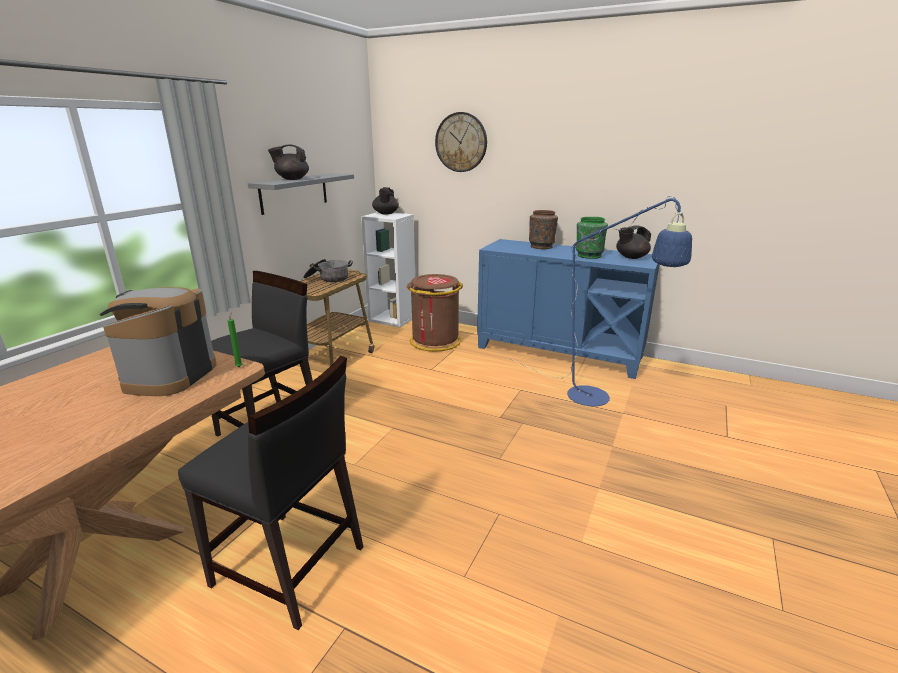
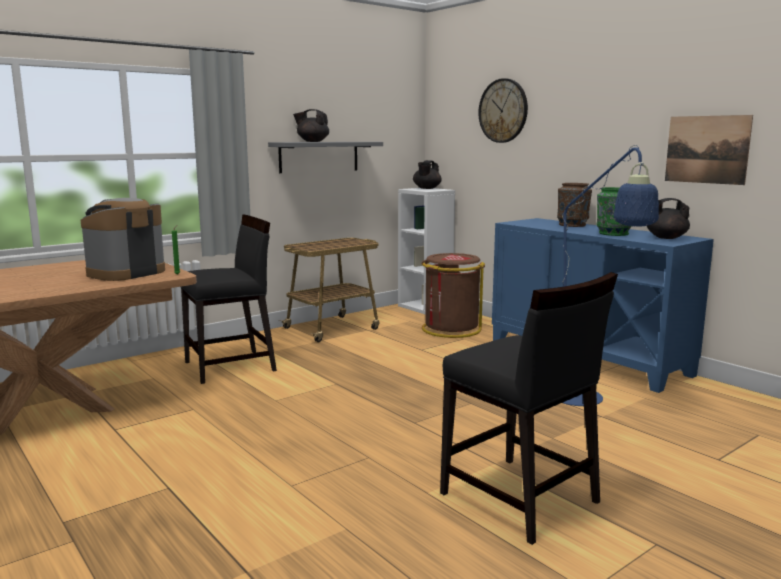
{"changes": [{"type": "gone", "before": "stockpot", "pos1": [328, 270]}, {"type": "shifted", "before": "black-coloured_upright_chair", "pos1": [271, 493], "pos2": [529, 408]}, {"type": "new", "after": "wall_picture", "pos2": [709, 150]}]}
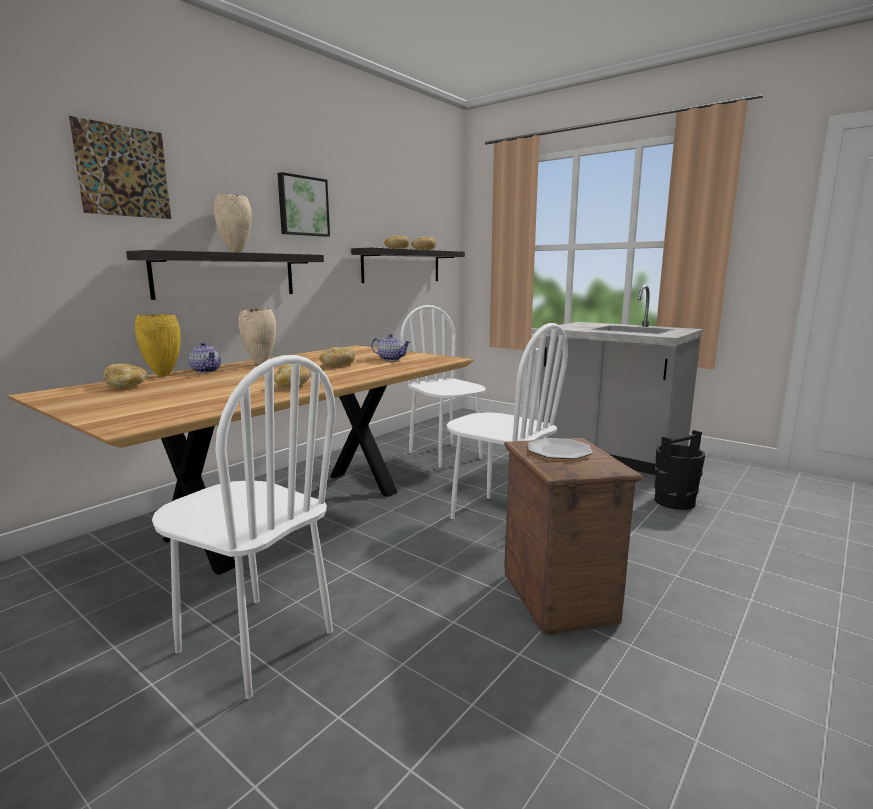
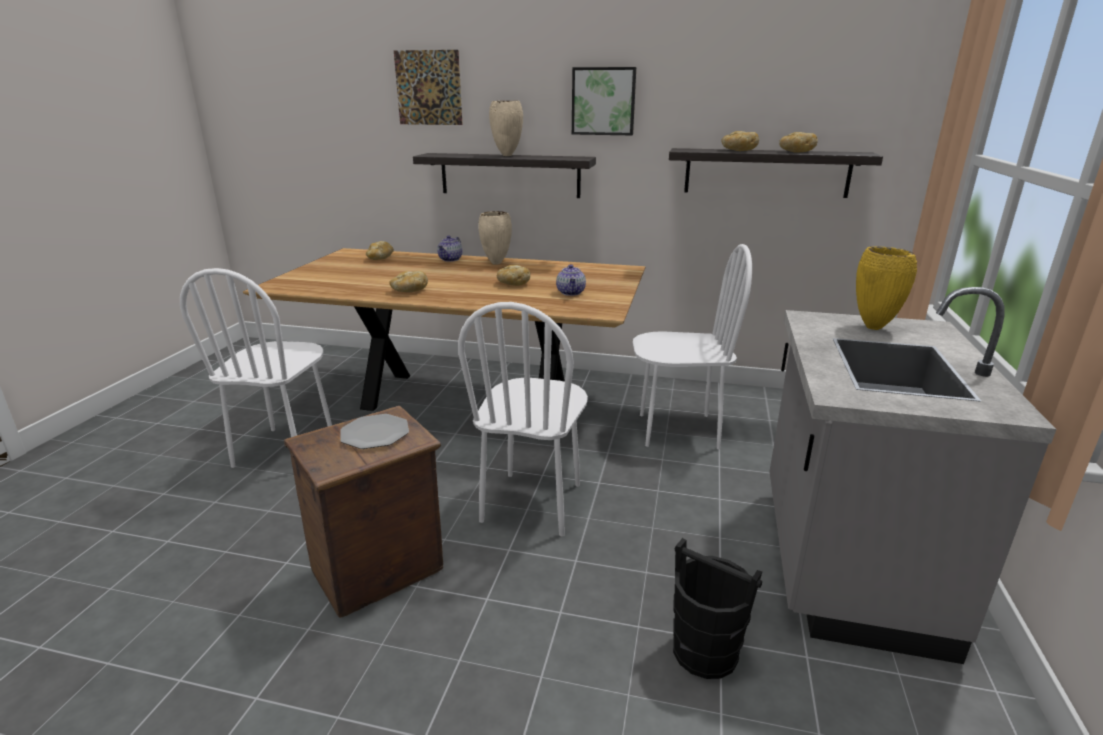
{"changes": [{"type": "rotated", "before": "white-coloured_upright_chair", "pos1": [443, 386], "pos2": [692, 346], "turn": 60}, {"type": "shifted", "before": "yellow_vase", "pos1": [158, 345], "pos2": [886, 288]}]}
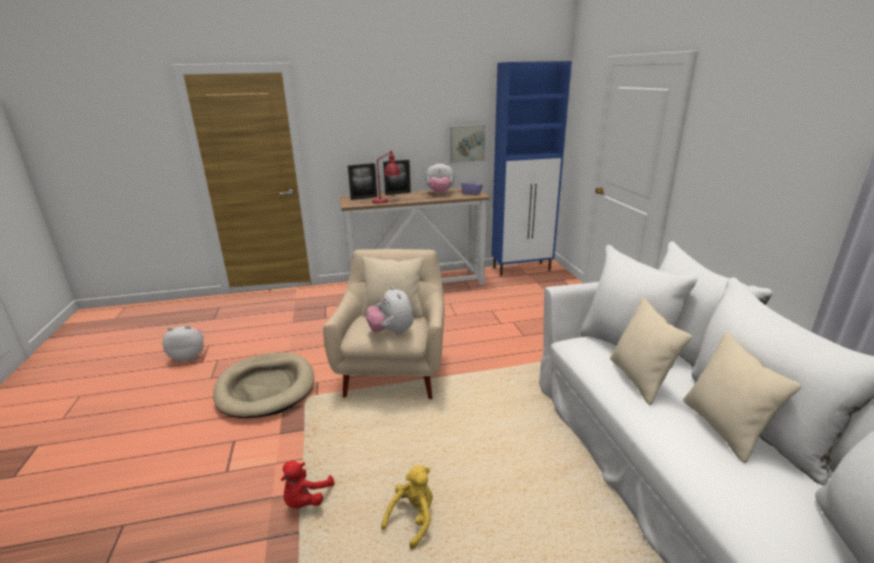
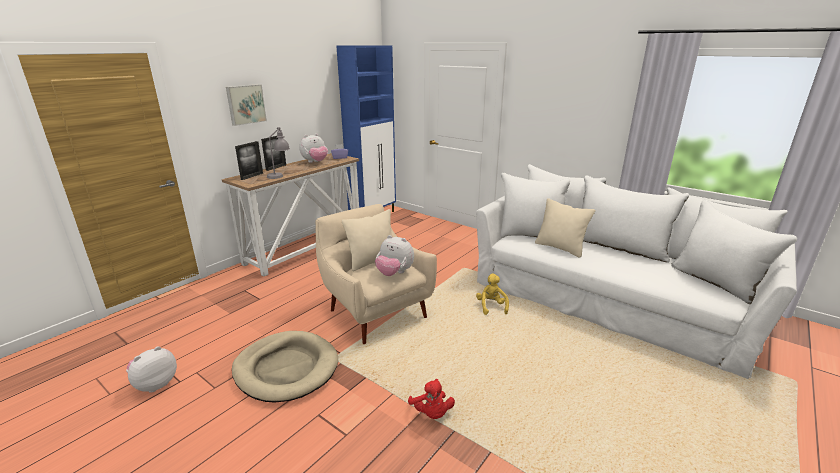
{"changes": [{"type": "shifted", "before": "wall_picture", "pos1": [467, 144], "pos2": [246, 105]}, {"type": "repainted", "before": "reddish_tabletop_lamp", "after": "greyish_tabletop_lamp", "pos1": [386, 177], "pos2": [278, 153]}, {"type": "gone", "before": "sand-coloured_cushion", "pos1": [742, 397]}, {"type": "shifted", "before": "yellow_soft_toy", "pos1": [407, 507], "pos2": [492, 294]}]}
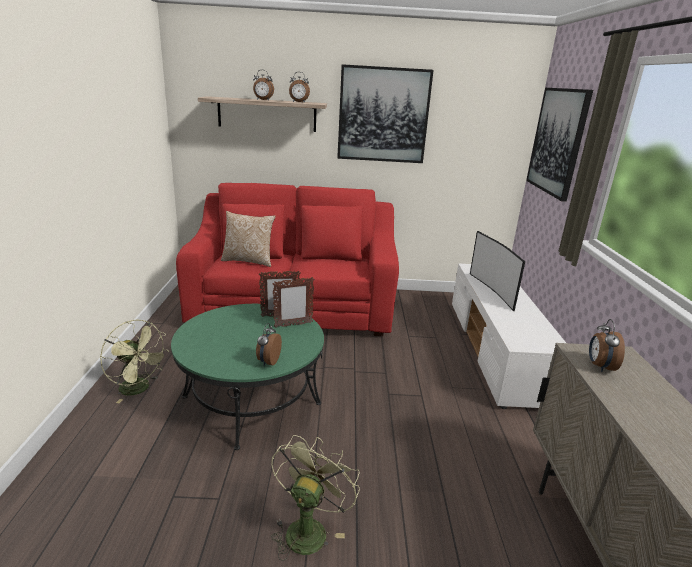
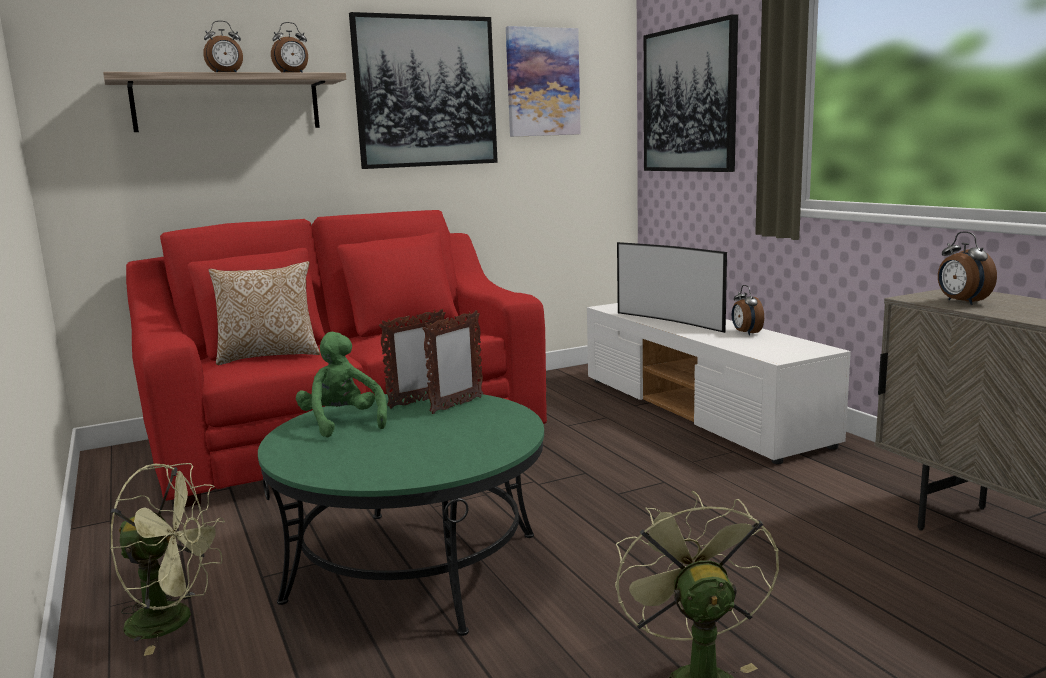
{"changes": [{"type": "shifted", "before": "alarm_clock", "pos1": [269, 344], "pos2": [748, 310]}, {"type": "new", "after": "wall_picture", "pos2": [543, 81]}, {"type": "new", "after": "green_soft_toy", "pos2": [341, 385]}]}
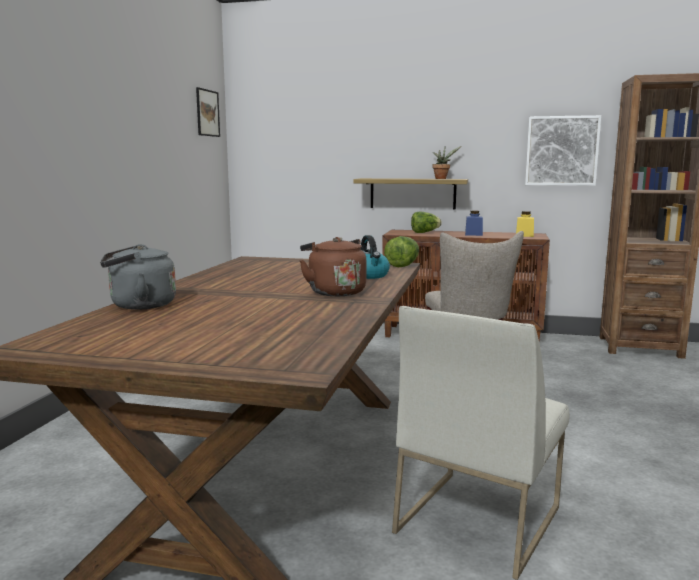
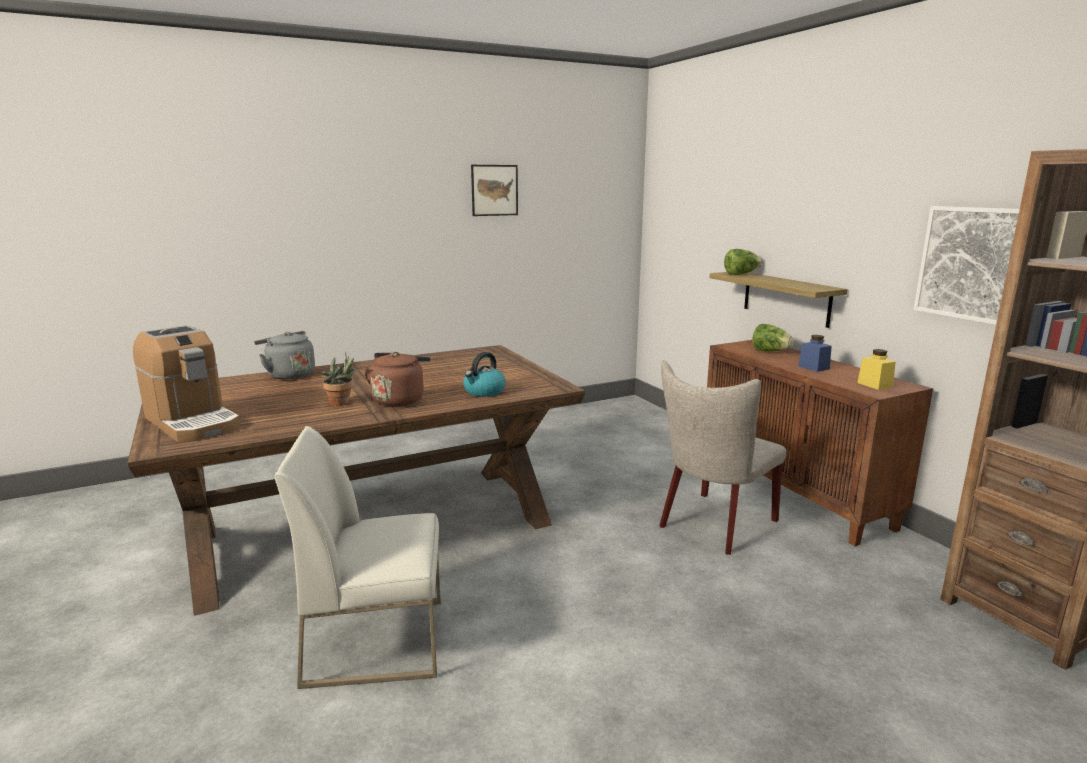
{"changes": [{"type": "shifted", "before": "wall_picture", "pos1": [208, 112], "pos2": [494, 190]}, {"type": "shifted", "before": "potted_plant", "pos1": [447, 162], "pos2": [339, 379]}, {"type": "shifted", "before": "lettuce_head", "pos1": [401, 251], "pos2": [743, 262]}, {"type": "new", "after": "coffee_brewer", "pos2": [187, 383]}]}
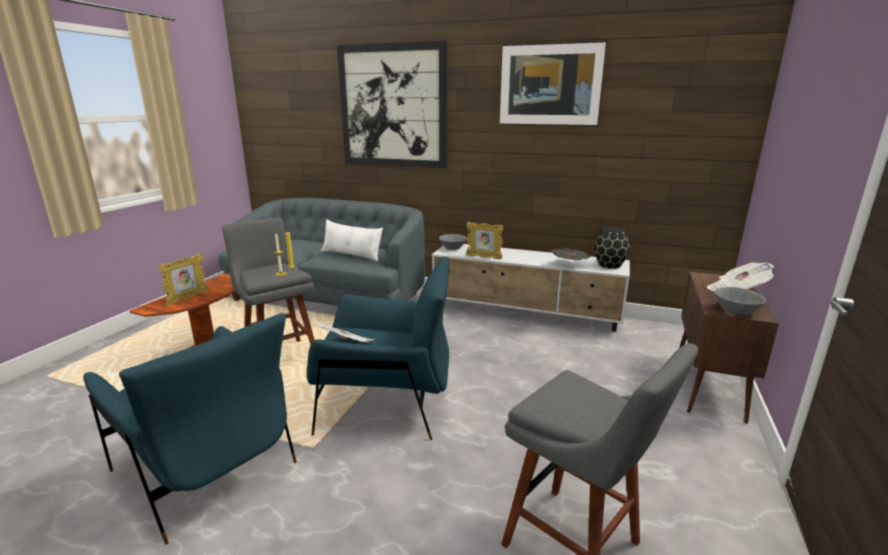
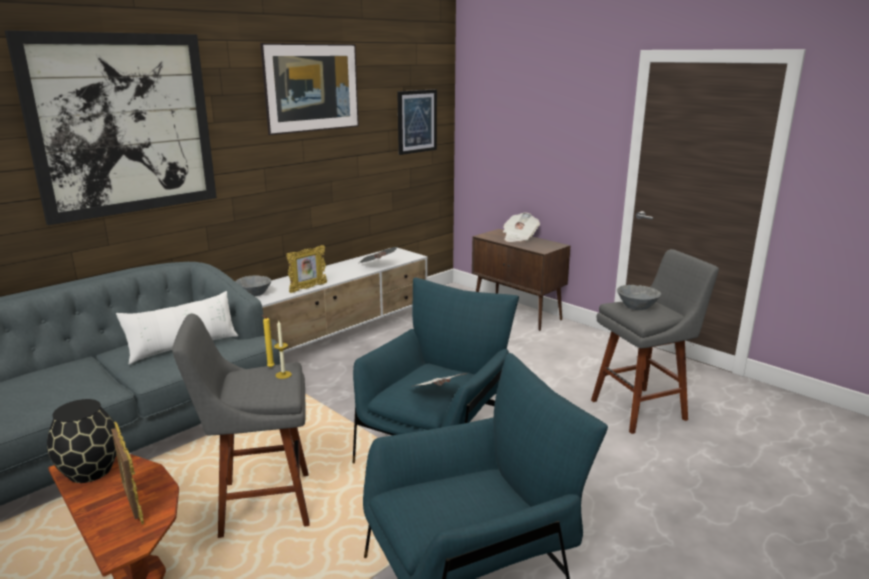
{"changes": [{"type": "shifted", "before": "black-coloured_vase", "pos1": [612, 247], "pos2": [82, 441]}, {"type": "shifted", "before": "greyish_deep_dish", "pos1": [740, 301], "pos2": [639, 297]}, {"type": "new", "after": "wall_picture", "pos2": [417, 122]}]}
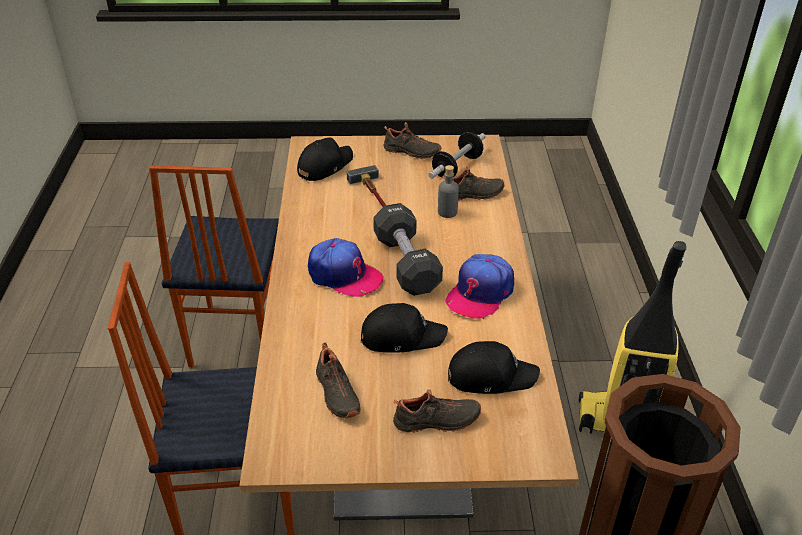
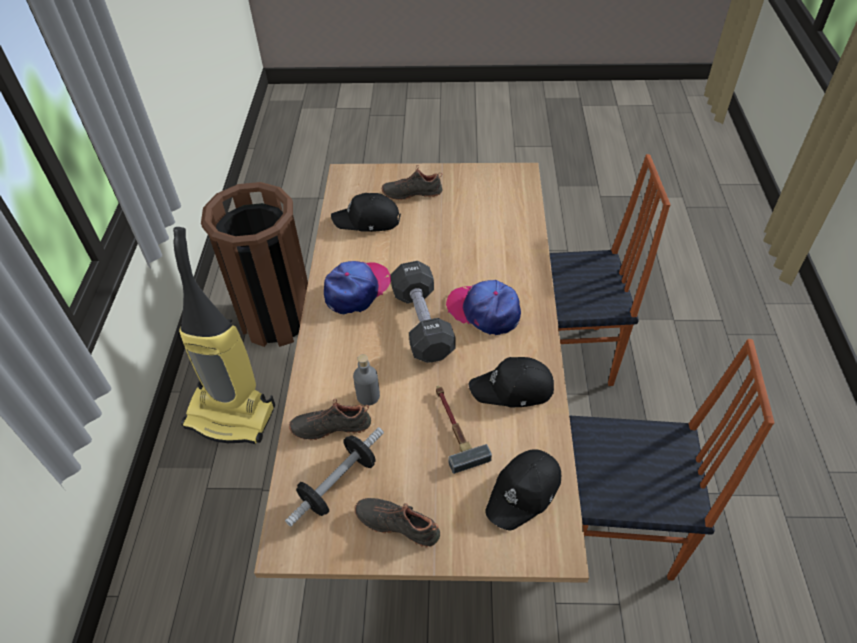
{"changes": [{"type": "rotated", "before": "upright_chair", "pos1": [214, 266], "pos2": [672, 459], "turn": 90}, {"type": "shifted", "before": "black-coloured_peaked_cap", "pos1": [404, 328], "pos2": [511, 382]}, {"type": "gone", "before": "black-coloured_shoe", "pos1": [338, 380]}]}
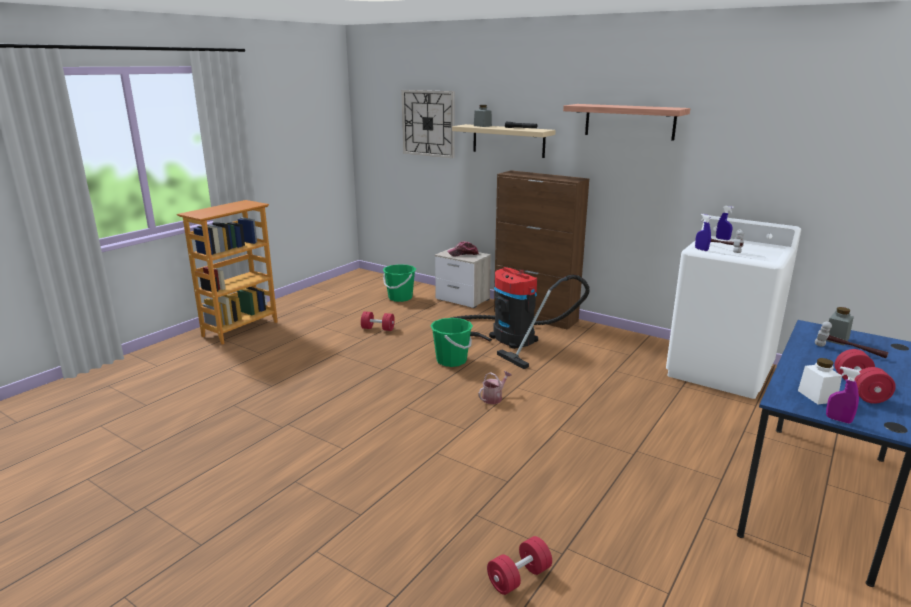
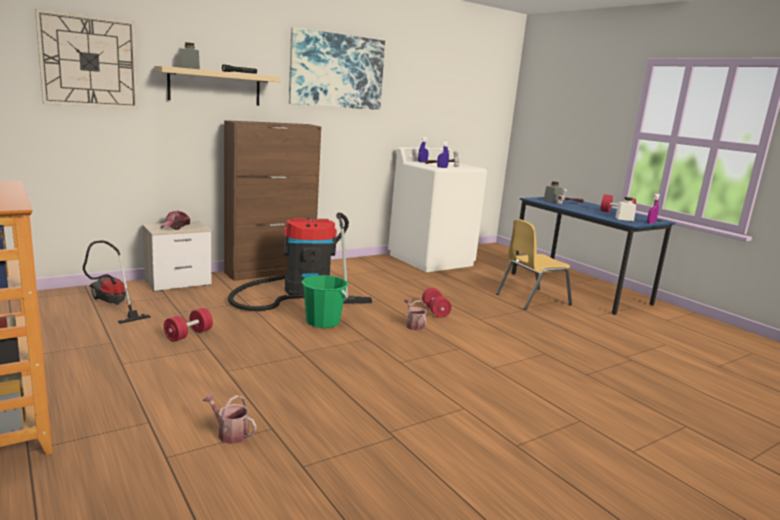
{"changes": [{"type": "swapped", "before": "shelf", "after": "wall_picture", "pos1": [626, 122], "pos2": [337, 68]}, {"type": "swapped", "before": "green_water_bucket", "after": "hoover", "pos1": [399, 283], "pos2": [117, 282]}, {"type": "shifted", "before": "reddish_dumbbell", "pos1": [519, 565], "pos2": [437, 303]}, {"type": "new", "after": "yellow_upright_chair", "pos2": [534, 264]}, {"type": "new", "after": "watering_can", "pos2": [229, 418]}]}
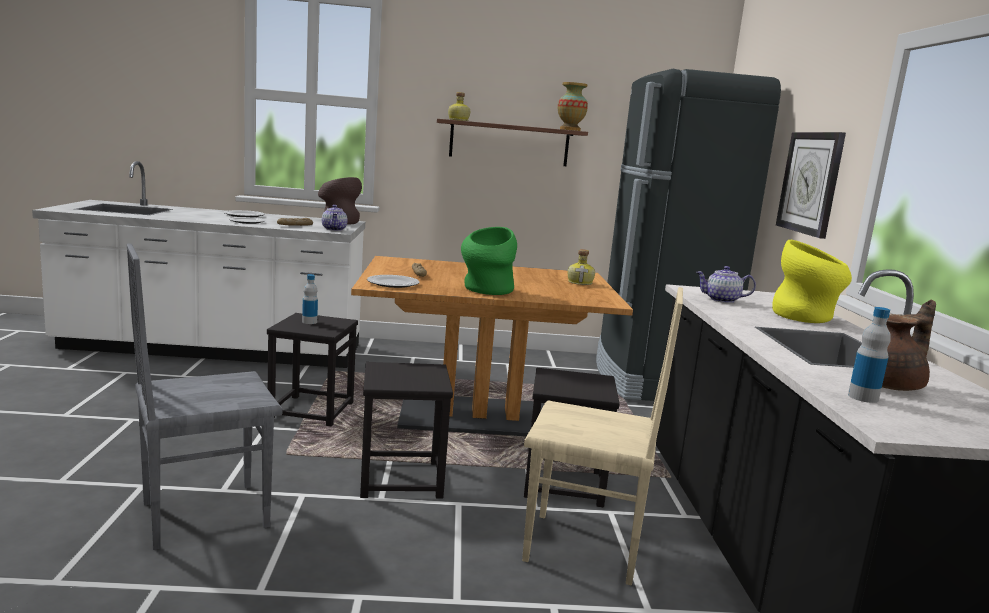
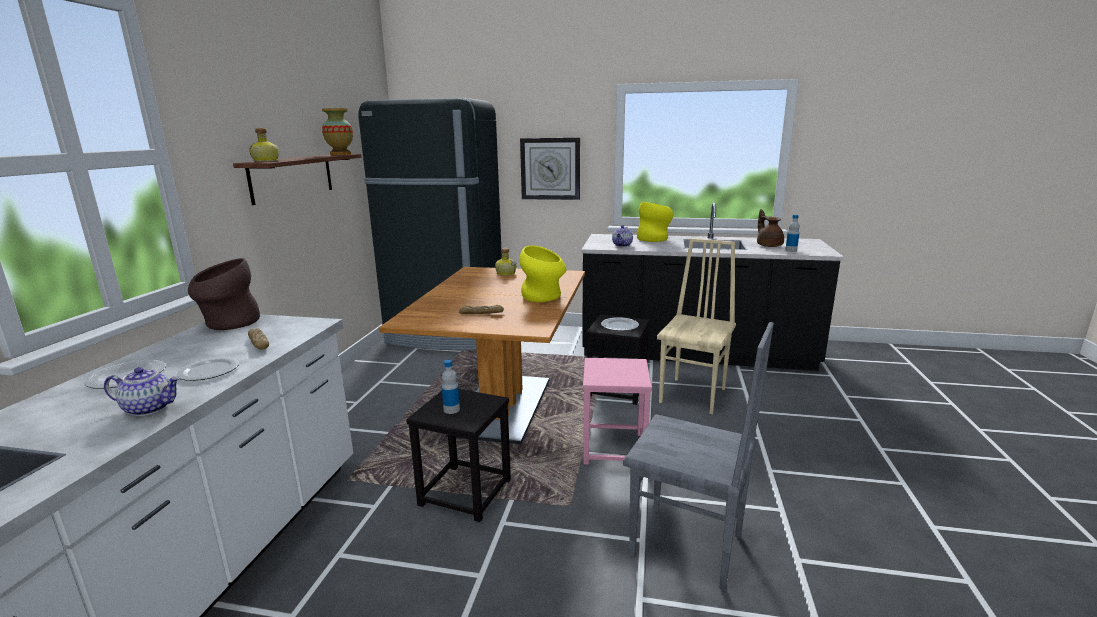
{"changes": [{"type": "shifted", "before": "tea_pot", "pos1": [335, 218], "pos2": [142, 391]}, {"type": "repainted", "before": "green_vase", "after": "yellow_vase", "pos1": [489, 261], "pos2": [543, 273]}, {"type": "rotated", "before": "greyish_upright_chair", "pos1": [204, 396], "pos2": [698, 456], "turn": -45}, {"type": "shifted", "before": "flat_dish", "pos1": [393, 281], "pos2": [620, 324]}, {"type": "repainted", "before": "black-coloured_stool", "after": "pink-coloured_stool", "pos1": [406, 430], "pos2": [617, 411]}]}
